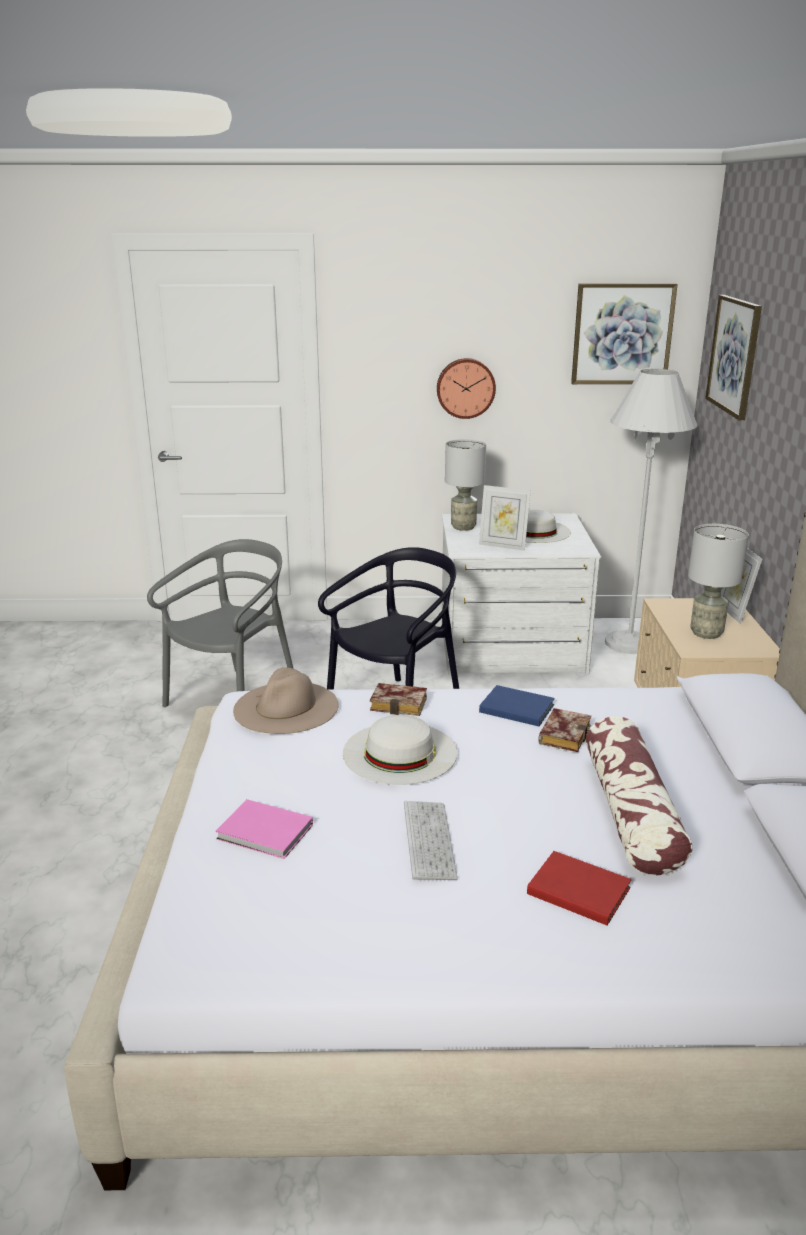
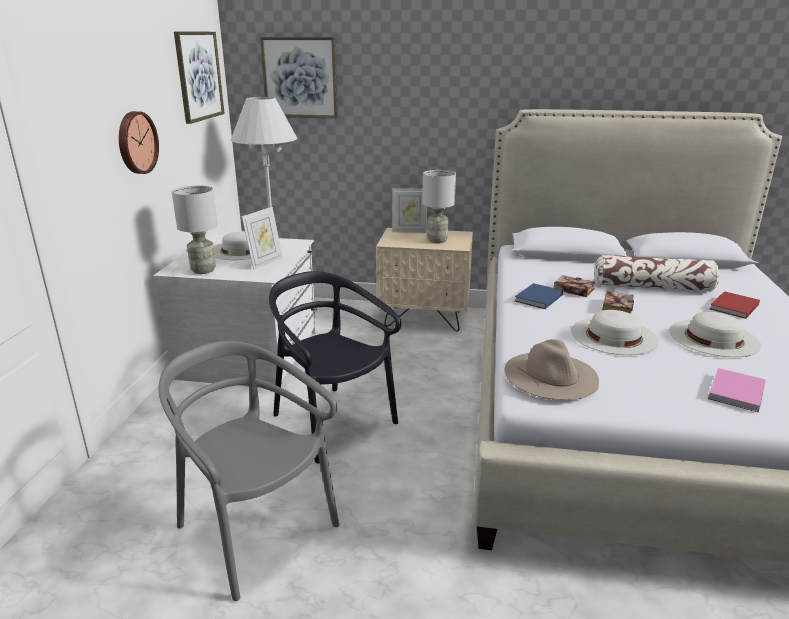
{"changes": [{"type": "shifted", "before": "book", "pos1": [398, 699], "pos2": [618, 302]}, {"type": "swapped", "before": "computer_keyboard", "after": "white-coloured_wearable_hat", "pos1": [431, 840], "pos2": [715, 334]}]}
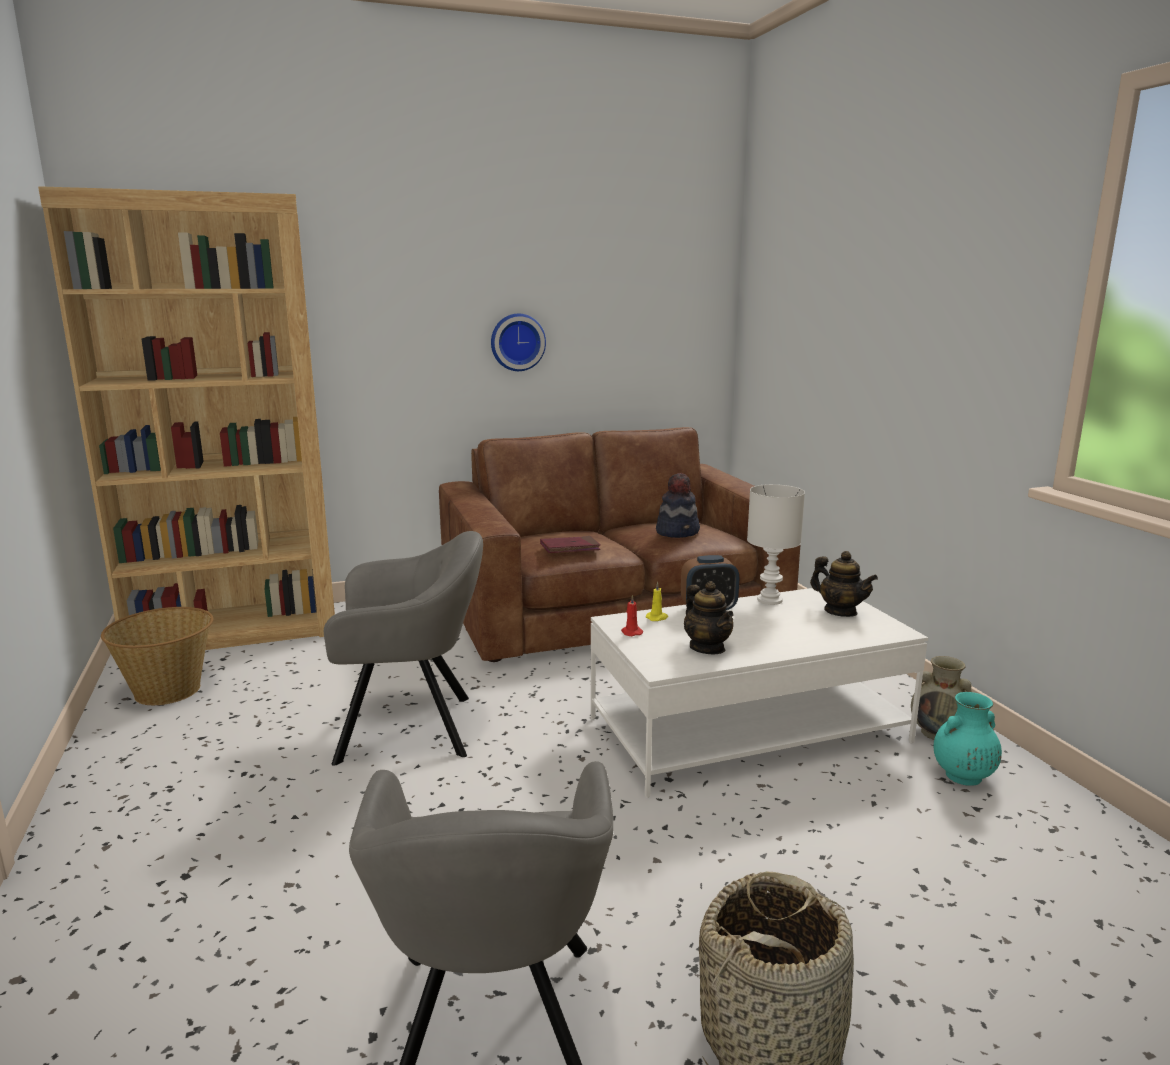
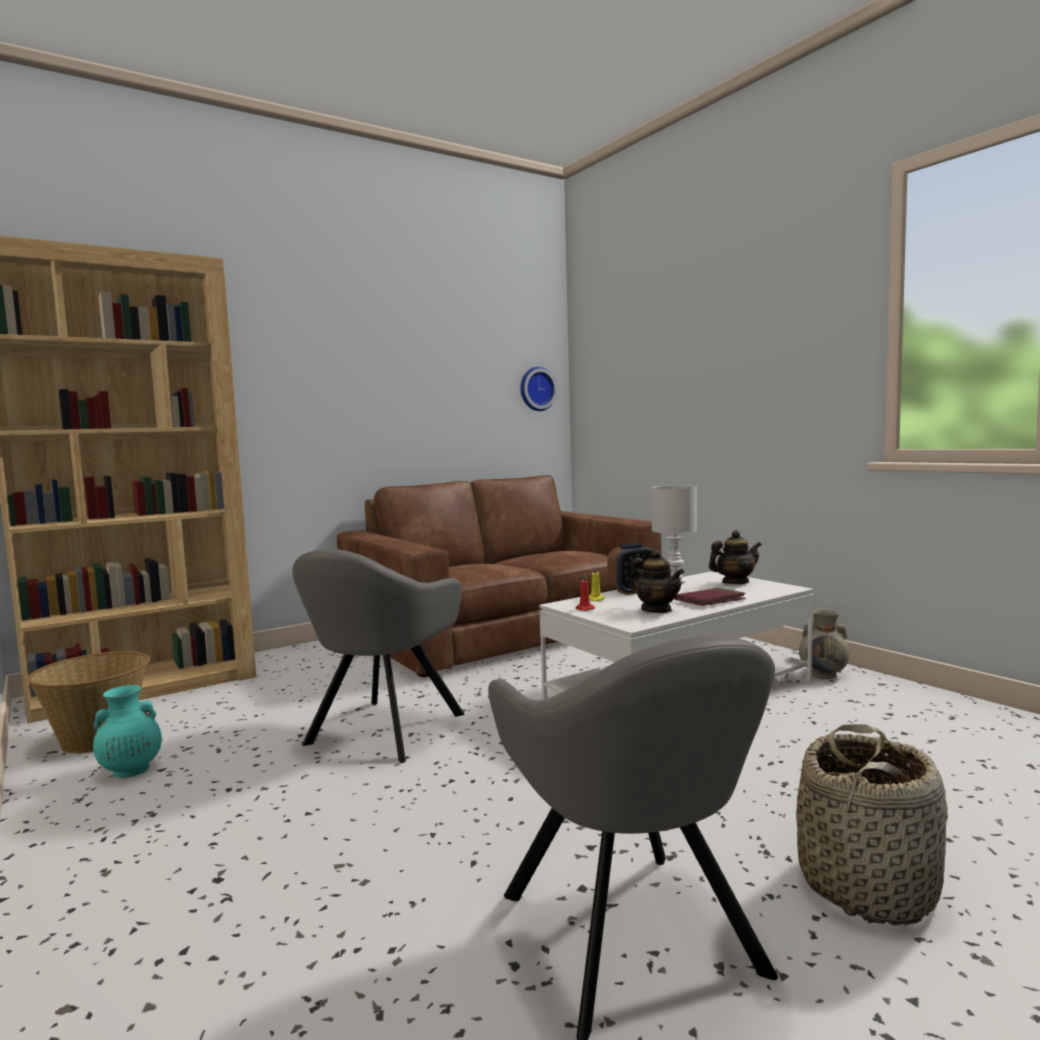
{"changes": [{"type": "shifted", "before": "clock_on_the_wall", "pos1": [518, 342], "pos2": [538, 389]}, {"type": "gone", "before": "wearable_hat", "pos1": [678, 505]}, {"type": "rotated", "before": "greyish_lounge_chair", "pos1": [403, 648], "pos2": [378, 656], "turn": 135}, {"type": "shifted", "before": "reddish_book", "pos1": [570, 544], "pos2": [710, 597]}, {"type": "rotated", "before": "tea_pot", "pos1": [844, 584], "pos2": [735, 557], "turn": -45}, {"type": "shifted", "before": "turquoise_vase", "pos1": [967, 739], "pos2": [127, 731]}]}
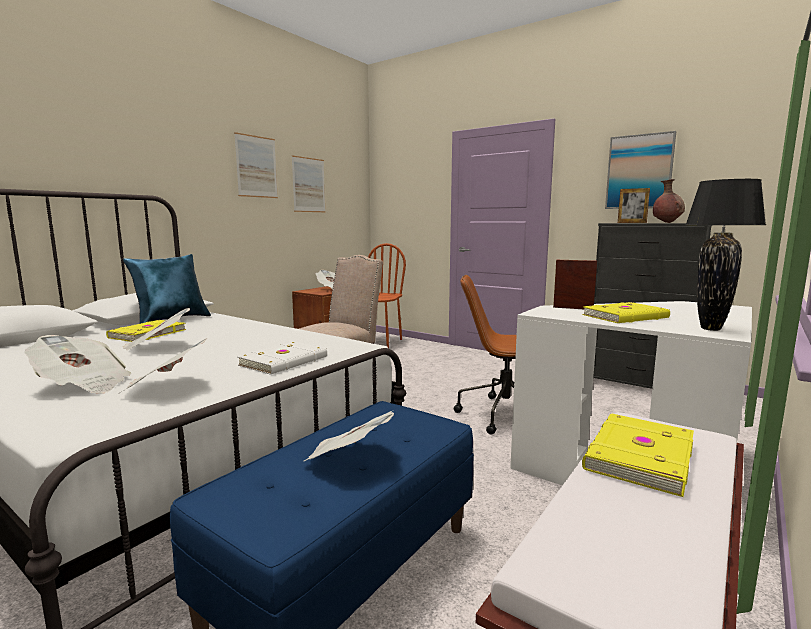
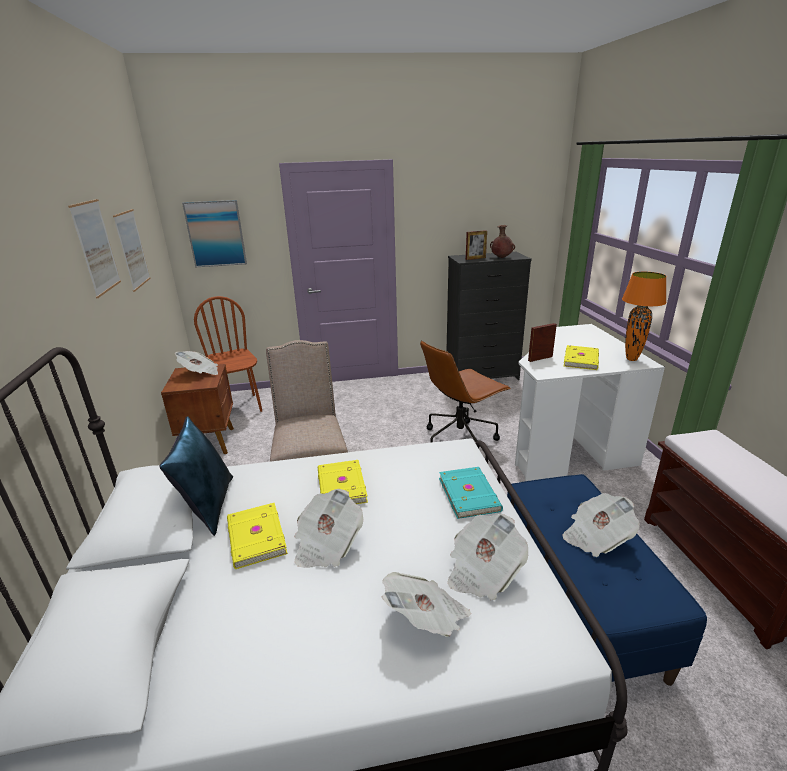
{"changes": [{"type": "shifted", "before": "wall_picture", "pos1": [640, 170], "pos2": [214, 233]}, {"type": "repainted", "before": "black-coloured_tabletop_lamp", "after": "orangey_tabletop_lamp", "pos1": [725, 255], "pos2": [644, 316]}, {"type": "repainted", "before": "white-coloured_book", "after": "turquoise_book", "pos1": [282, 358], "pos2": [471, 493]}, {"type": "shifted", "before": "yellow_book", "pos1": [638, 455], "pos2": [343, 482]}]}
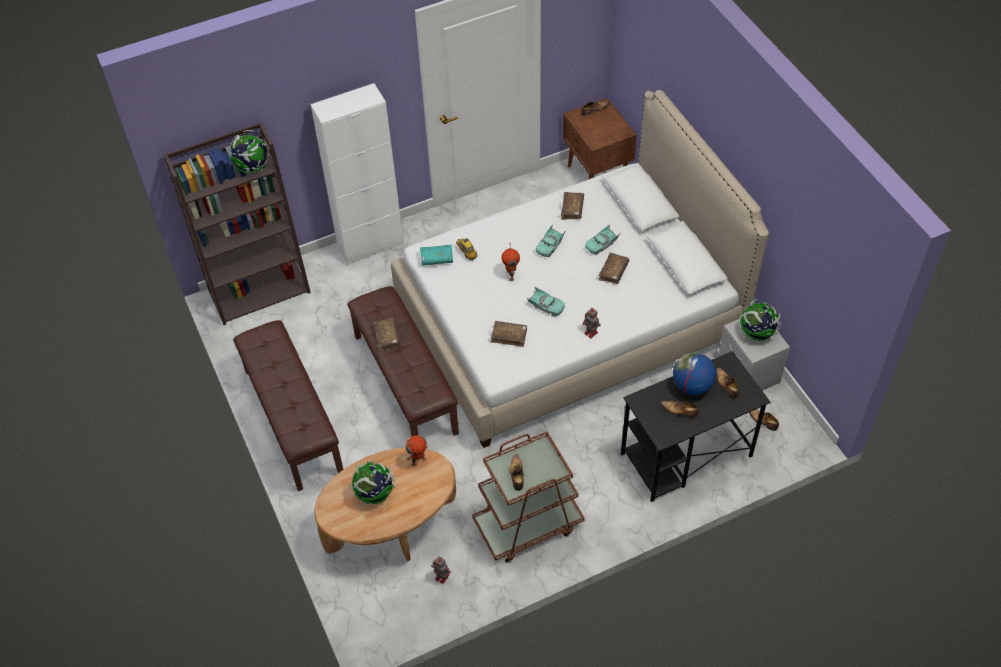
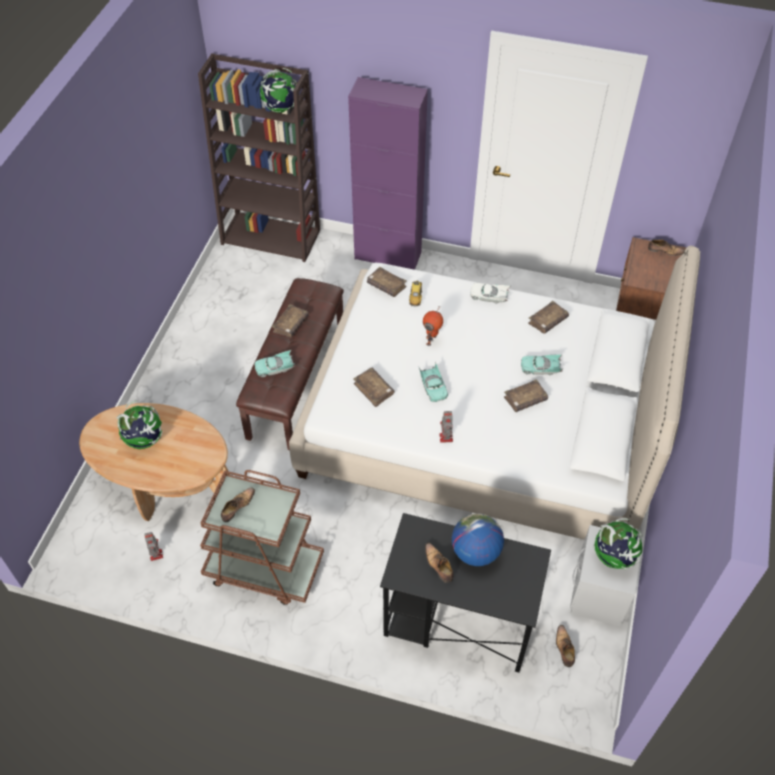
{"changes": [{"type": "repainted", "before": "white-coloured_storage_cabinet", "after": "purple-coloured_storage_cabinet", "pos1": [357, 174], "pos2": [388, 173]}, {"type": "shifted", "before": "turquoise_toy_car", "pos1": [551, 241], "pos2": [275, 363]}, {"type": "repainted", "before": "turquoise_book", "after": "brown-coloured_book", "pos1": [436, 255], "pos2": [387, 282]}, {"type": "gone", "before": "brown-coloured_bench", "pos1": [288, 405]}, {"type": "gone", "before": "shoe", "pos1": [727, 383]}, {"type": "gone", "before": "toy_robot", "pos1": [416, 451]}, {"type": "new", "after": "white-coloured_toy_car", "pos2": [490, 293]}]}
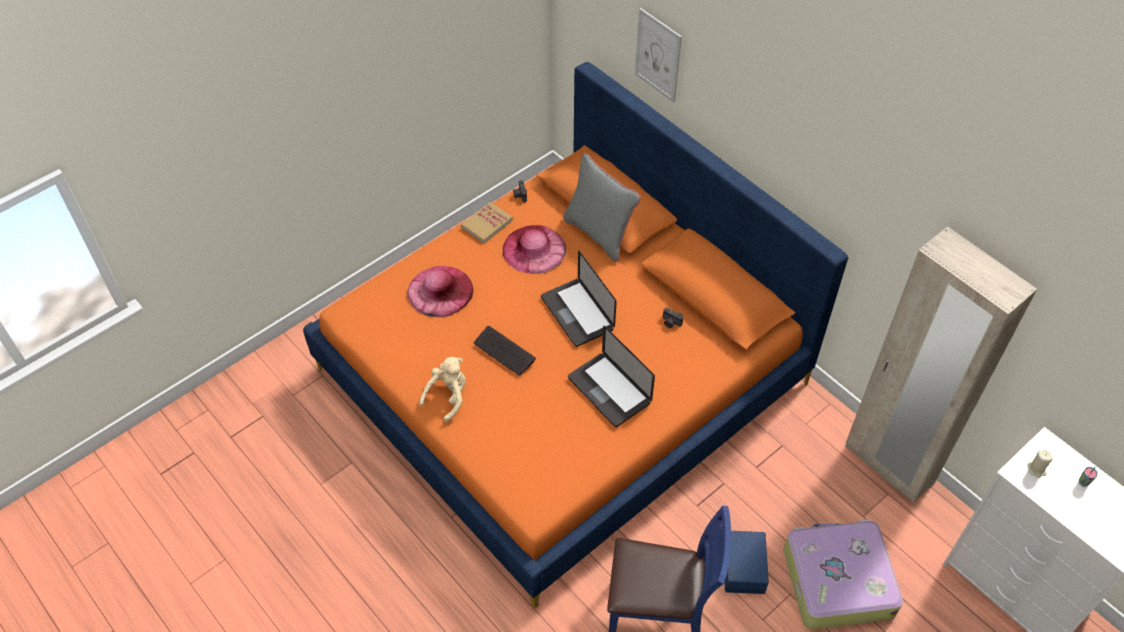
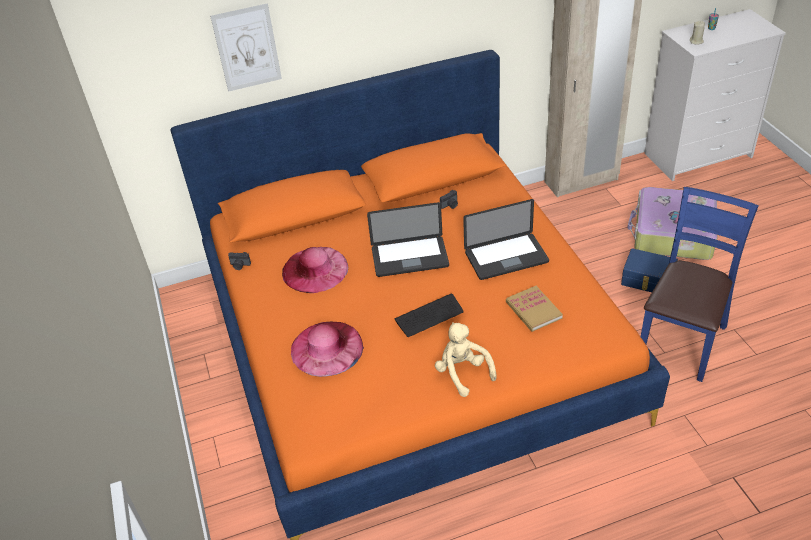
{"changes": [{"type": "gone", "before": "greyish_cushion", "pos1": [601, 207]}, {"type": "shifted", "before": "book", "pos1": [487, 223], "pos2": [534, 309]}]}
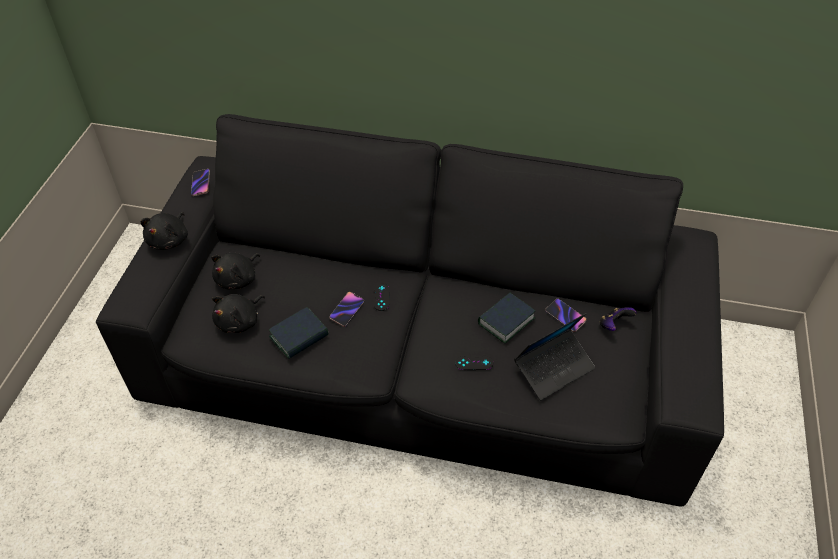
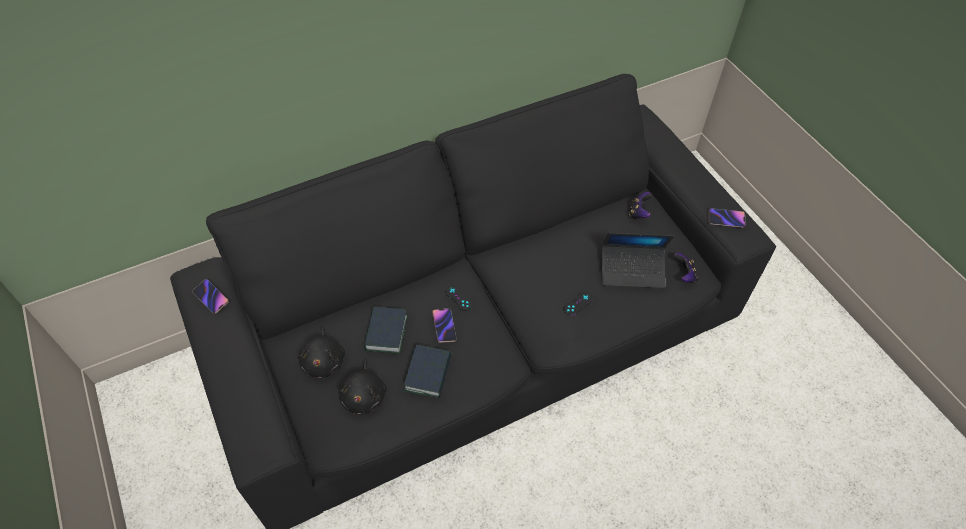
{"changes": [{"type": "gone", "before": "black-coloured_soft_toy", "pos1": [164, 231]}, {"type": "shifted", "before": "book", "pos1": [506, 318], "pos2": [386, 330]}, {"type": "shifted", "before": "telephone", "pos1": [565, 315], "pos2": [726, 218]}, {"type": "rotated", "before": "laptop", "pos1": [554, 356], "pos2": [638, 260], "turn": 75}, {"type": "new", "after": "game_controller", "pos2": [686, 268]}]}
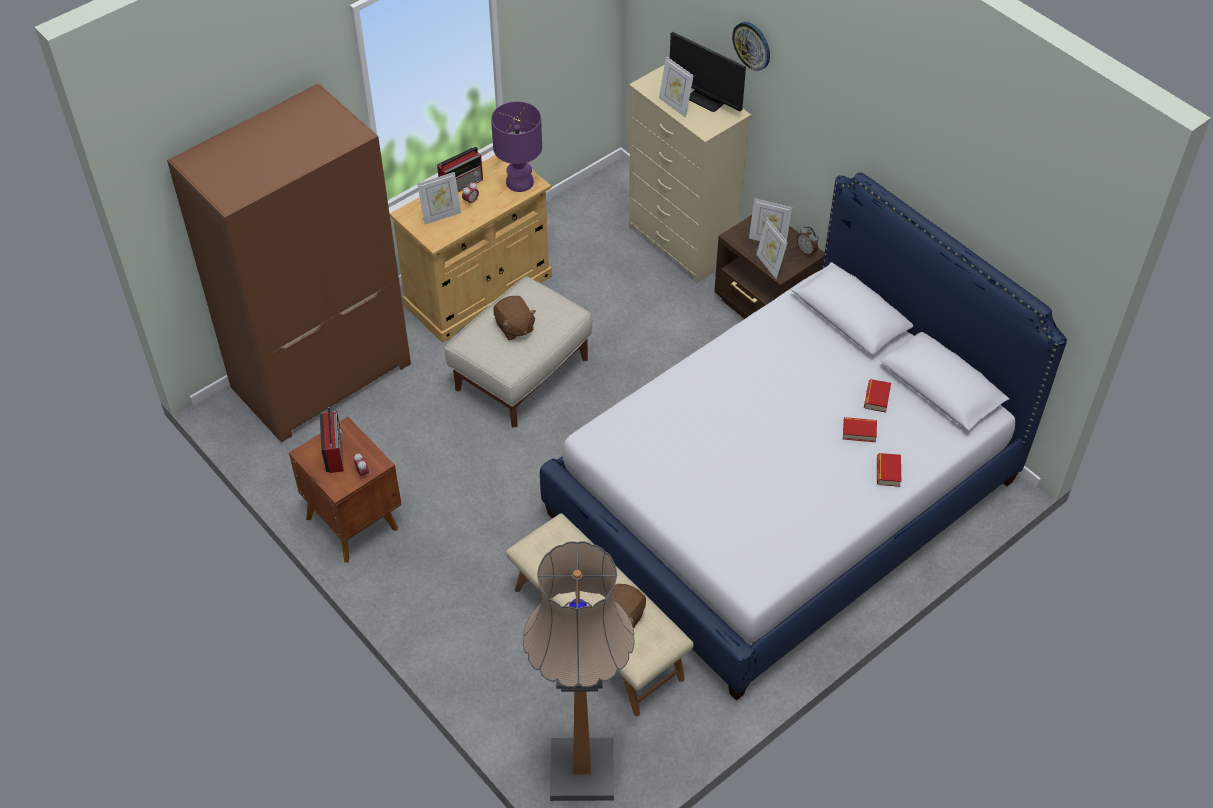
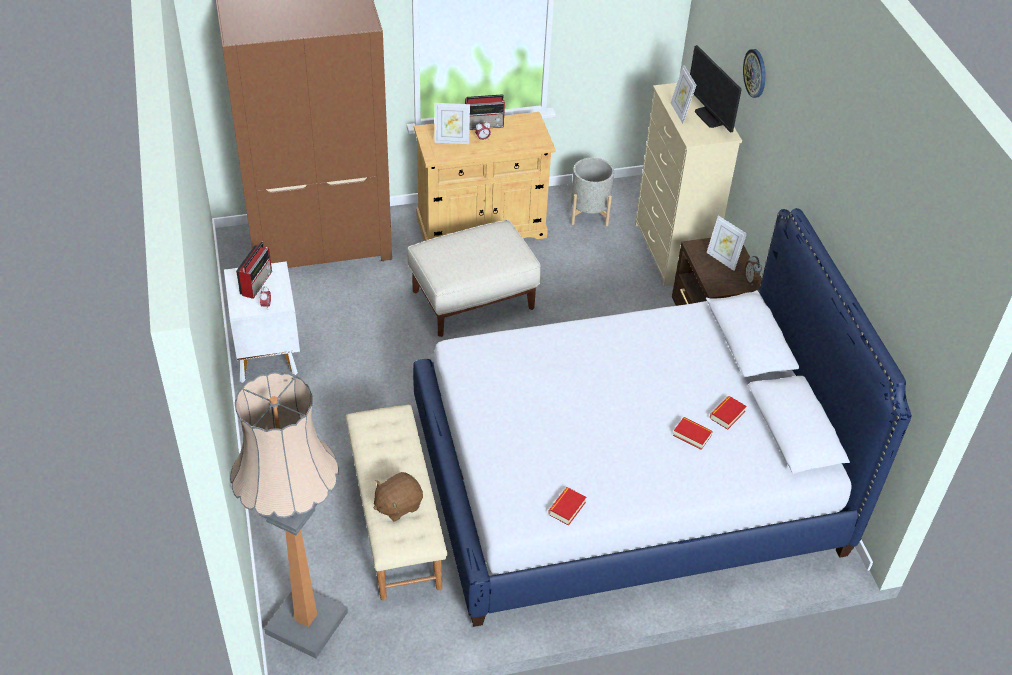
{"changes": [{"type": "gone", "before": "purple-coloured_tabletop_lamp", "pos1": [516, 146]}, {"type": "gone", "before": "photo_frame", "pos1": [772, 249]}, {"type": "gone", "before": "brown-coloured_soft_toy", "pos1": [514, 318]}, {"type": "repainted", "before": "brown-coloured_night_table", "after": "white-coloured_night_table", "pos1": [345, 490], "pos2": [262, 322]}, {"type": "shifted", "before": "book", "pos1": [889, 470], "pos2": [567, 506]}, {"type": "new", "after": "greyish_plant_pot", "pos2": [592, 192]}]}
